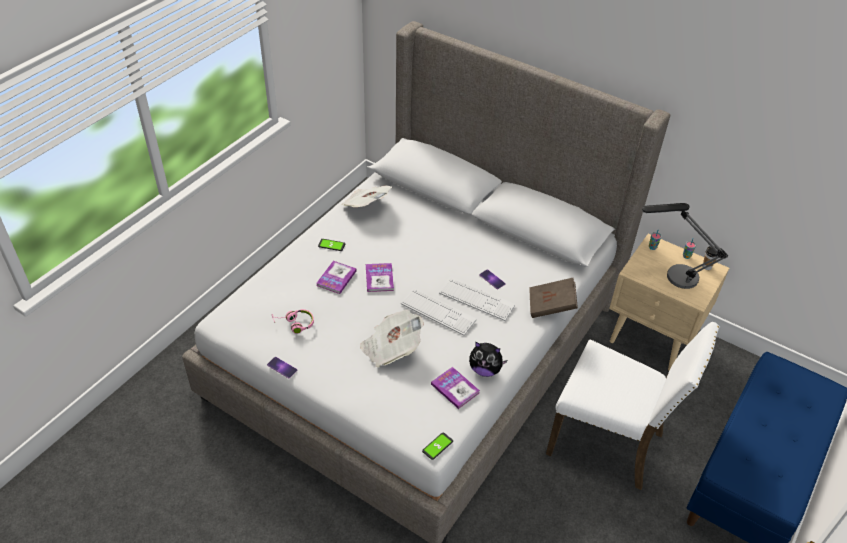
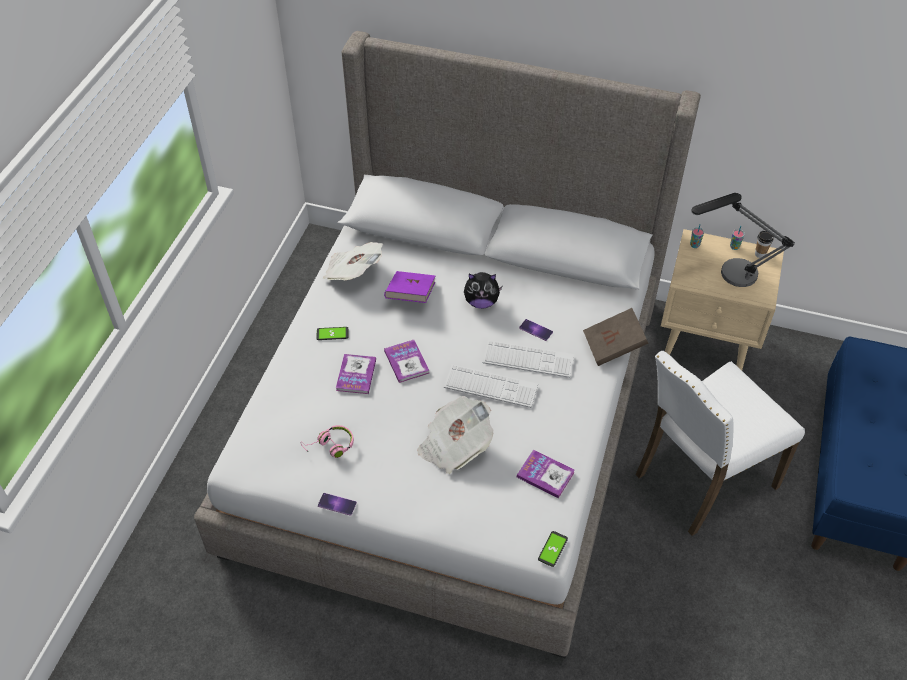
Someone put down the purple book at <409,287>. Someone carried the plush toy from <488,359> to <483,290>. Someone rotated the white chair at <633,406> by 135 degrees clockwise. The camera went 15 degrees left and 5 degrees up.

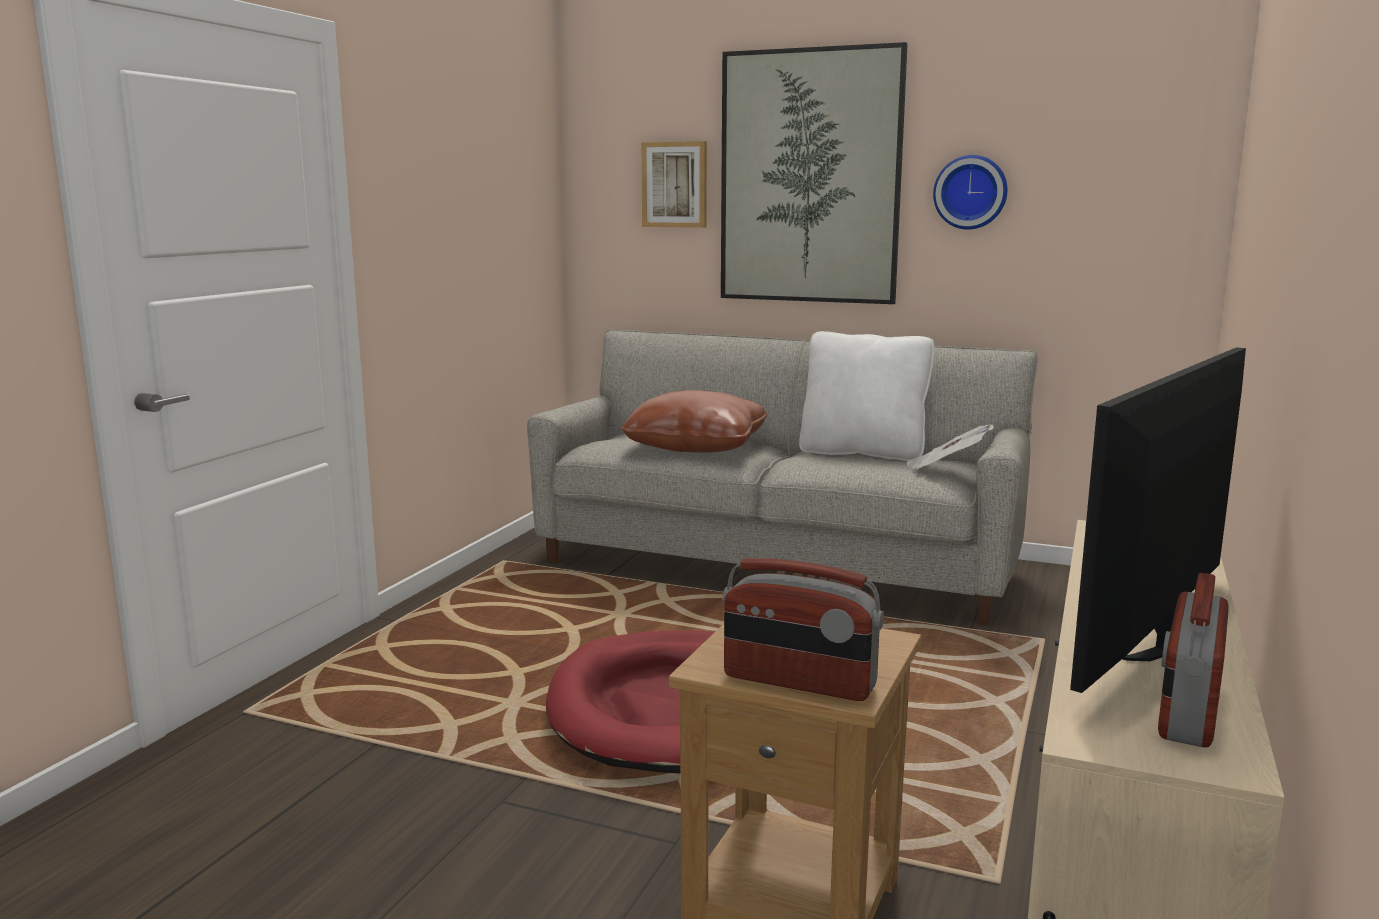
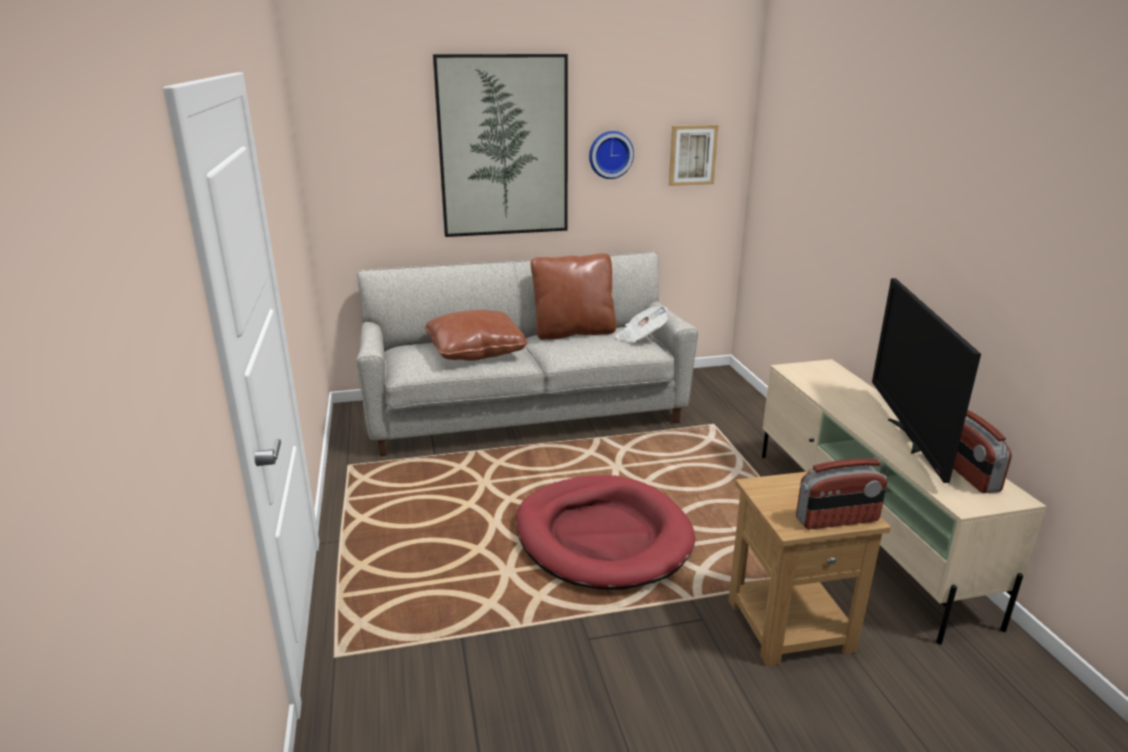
Someone repainted the white pillow at <866,396>, which became the brown pillow at <573,297>. Someone carried the picture from <674,184> to <694,155>. The camera went 35 degrees left and 10 degrees up.

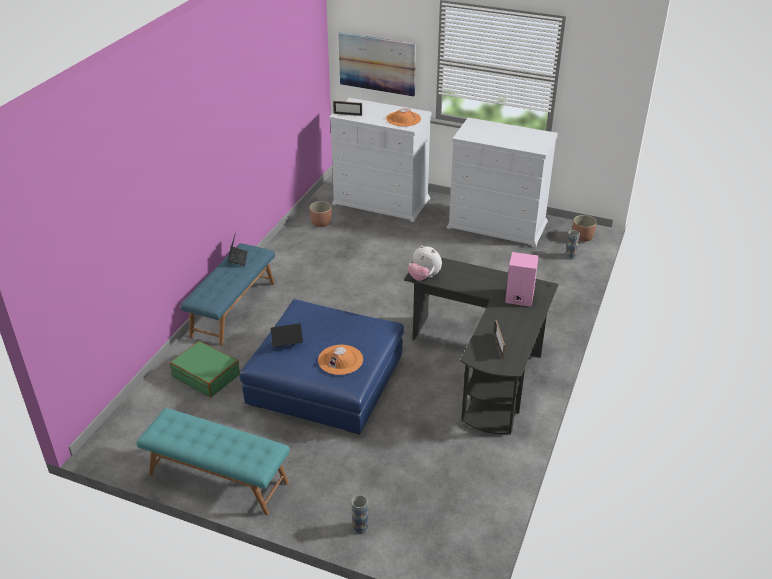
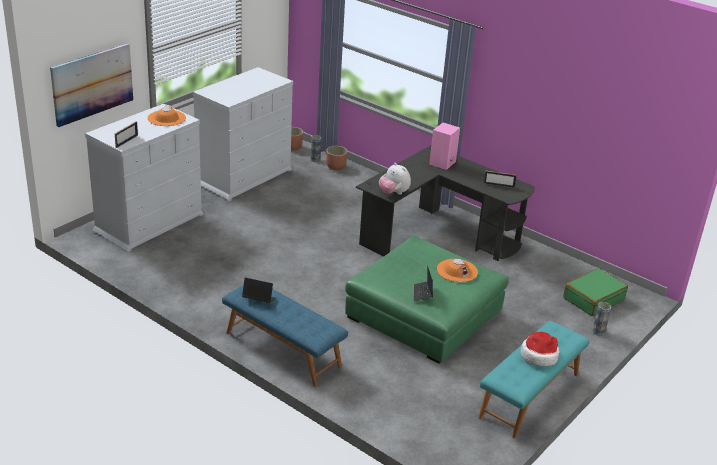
Someone carried the planter from <320,214> to <337,158>. Someone repainted the blue ottoman at <321,367>, which became the green ottoman at <426,300>. Someone rotated the plush toy at <425,263> by 90 degrees clockwise. Someone put down the hat at <540,349>. Someone carried the green suitcase from <205,369> to <595,292>. The camera went 75 degrees left and 5 degrees down.

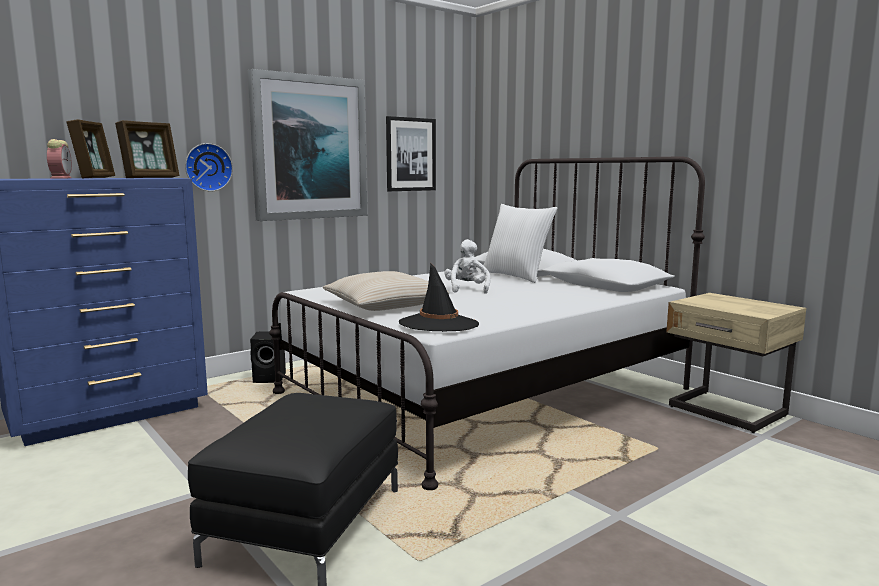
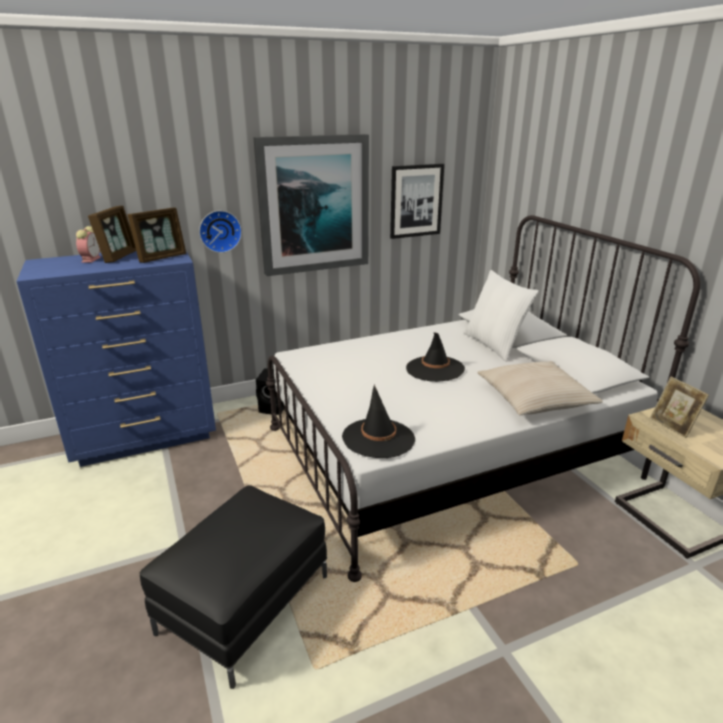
Someone swapped the white plush toy at <467,266> for the black hat at <435,357>. Someone carried the beige pillow from <386,291> to <540,388>. Someone put down the picture frame at <679,407>. The camera went 15 degrees right and 15 degrees up.

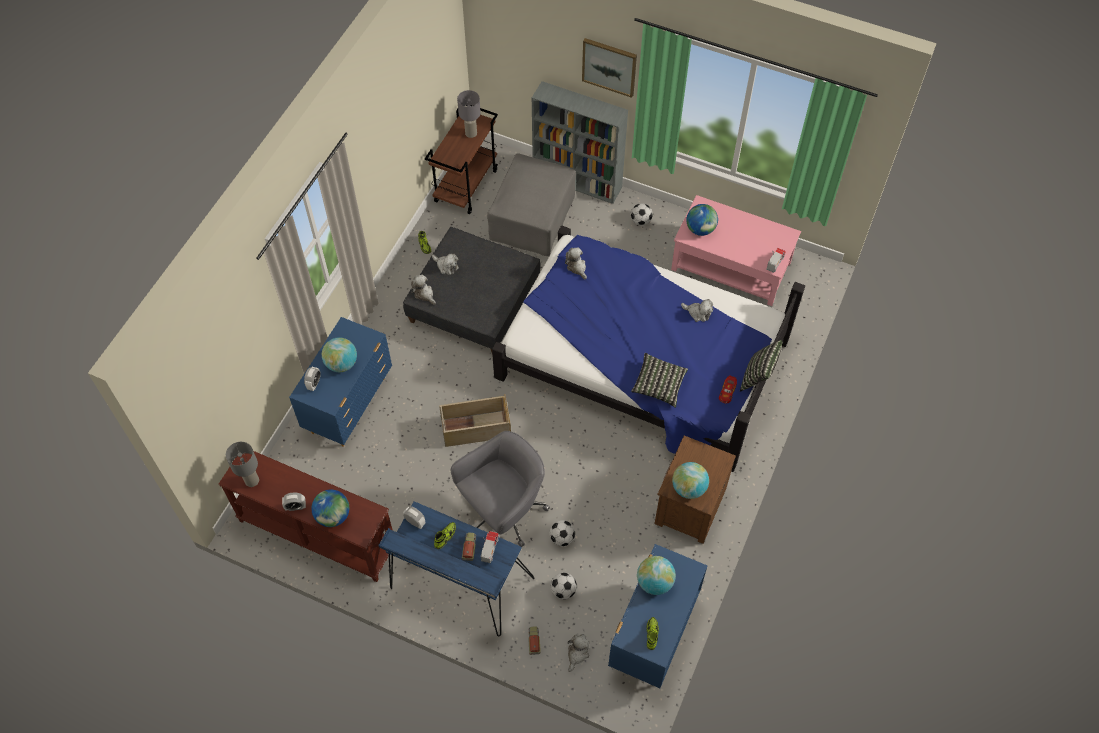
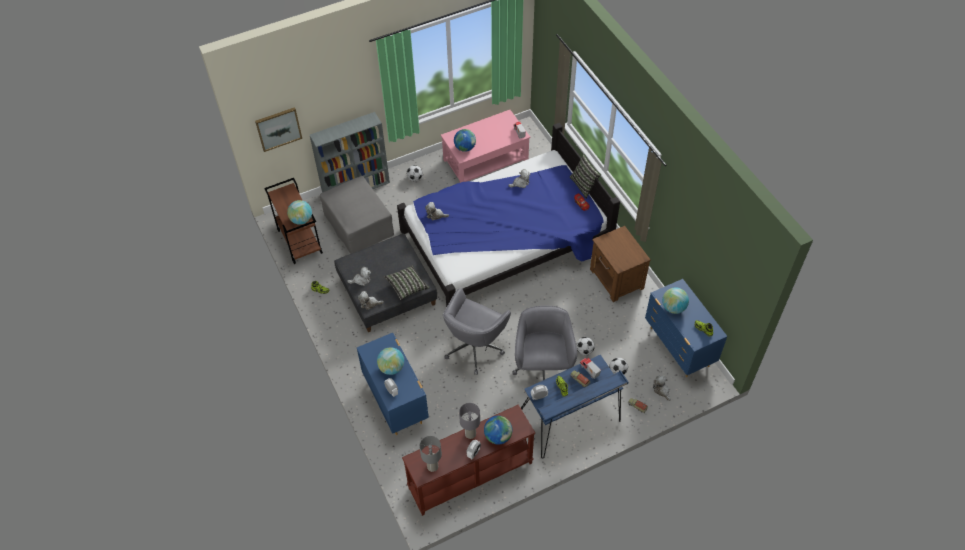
Someone carried the picture from <609,68> to <278,129>. Someone carried the globe from <690,480> to <299,212>. Someone carried the pillow from <659,380> to <406,282>. Someone swapped the beige storage box at <475,420> for the grey office chair at <477,331>. Someone carried the grey table lamp from <469,114> to <469,421>. The camera went 50 degrees left and 5 degrees down.

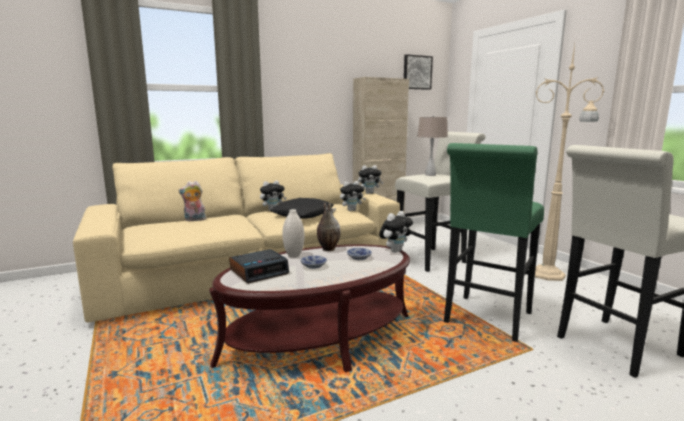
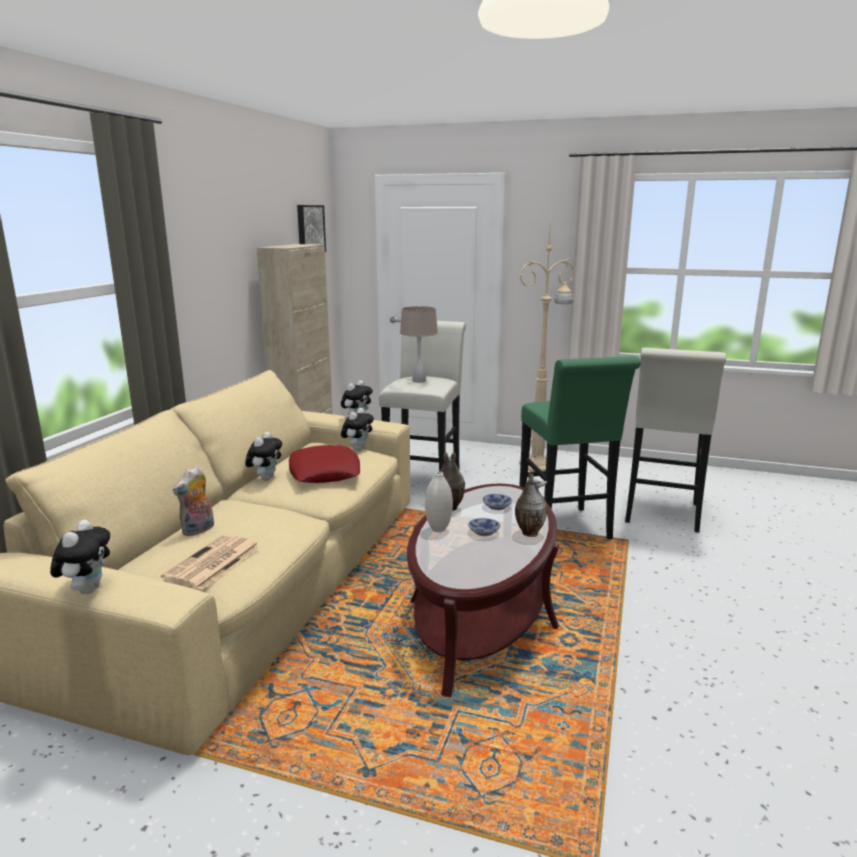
Someone carried the plush toy from <396,232> to <80,557>. Someone put down the newspaper at <210,562>. Someone repainted the black pillow at <302,208>, which became the red pillow at <324,464>. Someone put down the vase at <531,504>. Someone took away the alarm clock at <259,266>. The camera went 45 degrees left and 5 degrees up.

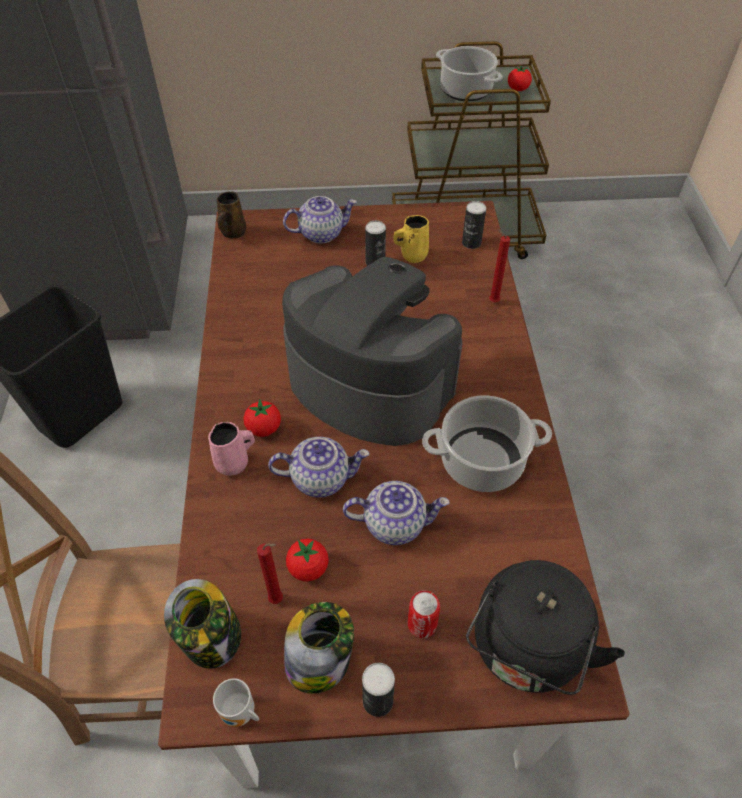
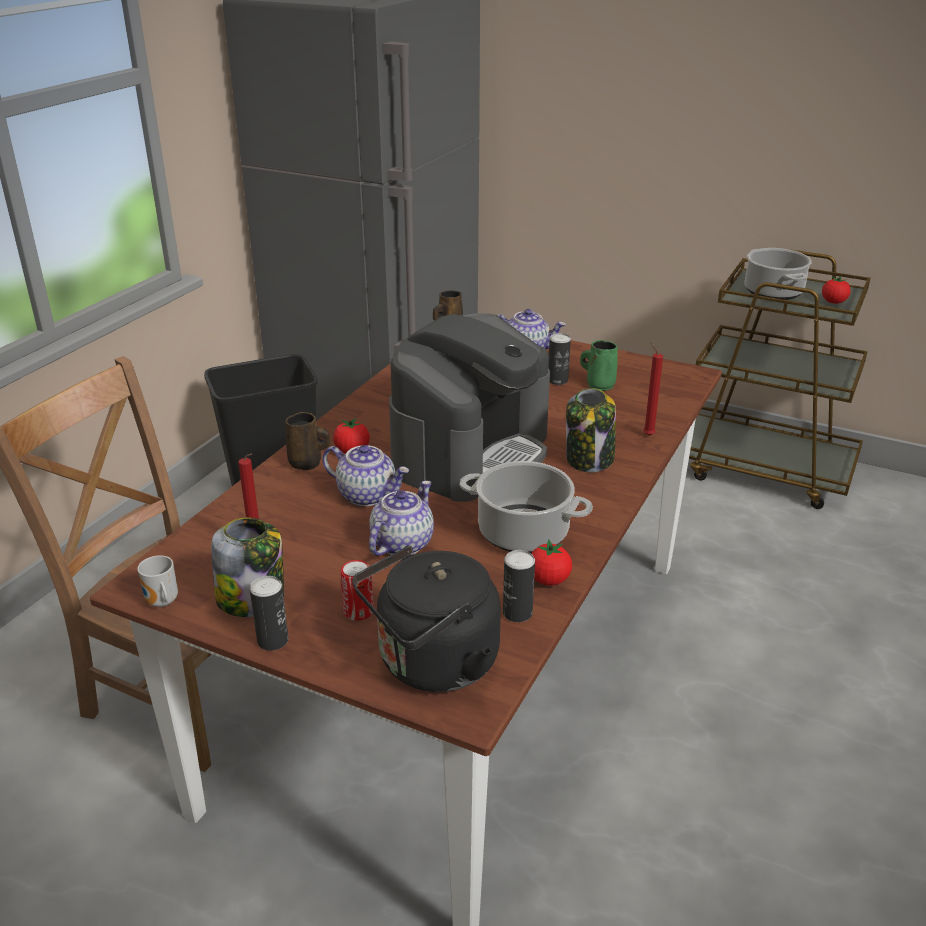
Someone repainted the pink mug at <231,448>, which became the brown mug at <308,441>. Someone rotated the teapot at <396,513> by 90 degrees counterclockwise. Someone rotated the coffee machine at <372,351> by 60 degrees clockwise. Someone carried the can from <474,225> to <519,586>. Someone carried the tomato from <307,560> to <551,562>. Someone carried the jar from <202,624> to <591,430>. Someone repainted the yellow mug at <411,239>, which became the green mug at <599,365>. The camera went 30 degrees right and 20 degrees down.

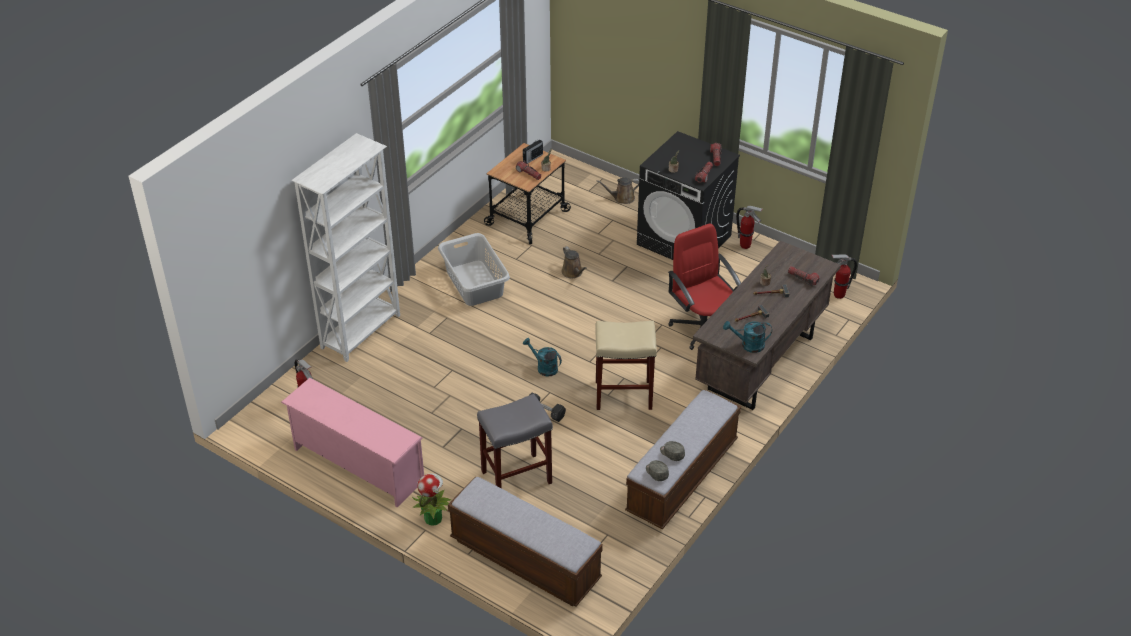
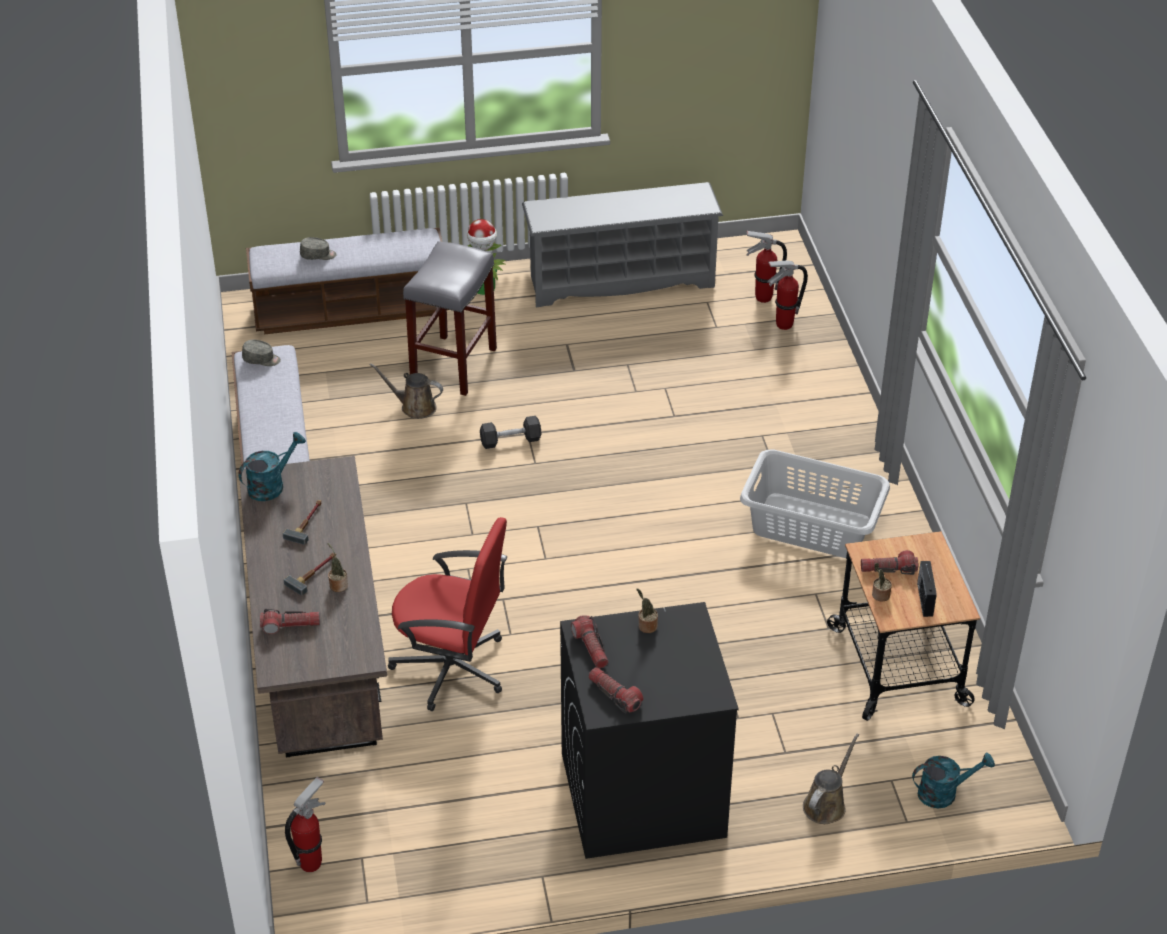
Someone carried the grey cap from <672,451> to <318,248>. Someone carried the brown watering can from <574,262> to <406,391>. Someone repainted the pink shoe rack at <352,442>, which became the grey shoe rack at <622,244>. Someone carried the fire extinguisher from <749,227> to <788,295>. Someone carried the turquoise watering can from <542,357> to <953,781>. Someone took away the white bookcase at <345,247>. Someone took away the beige stool at <626,365>. The camera went 135 degrees right and 0 degrees up.

